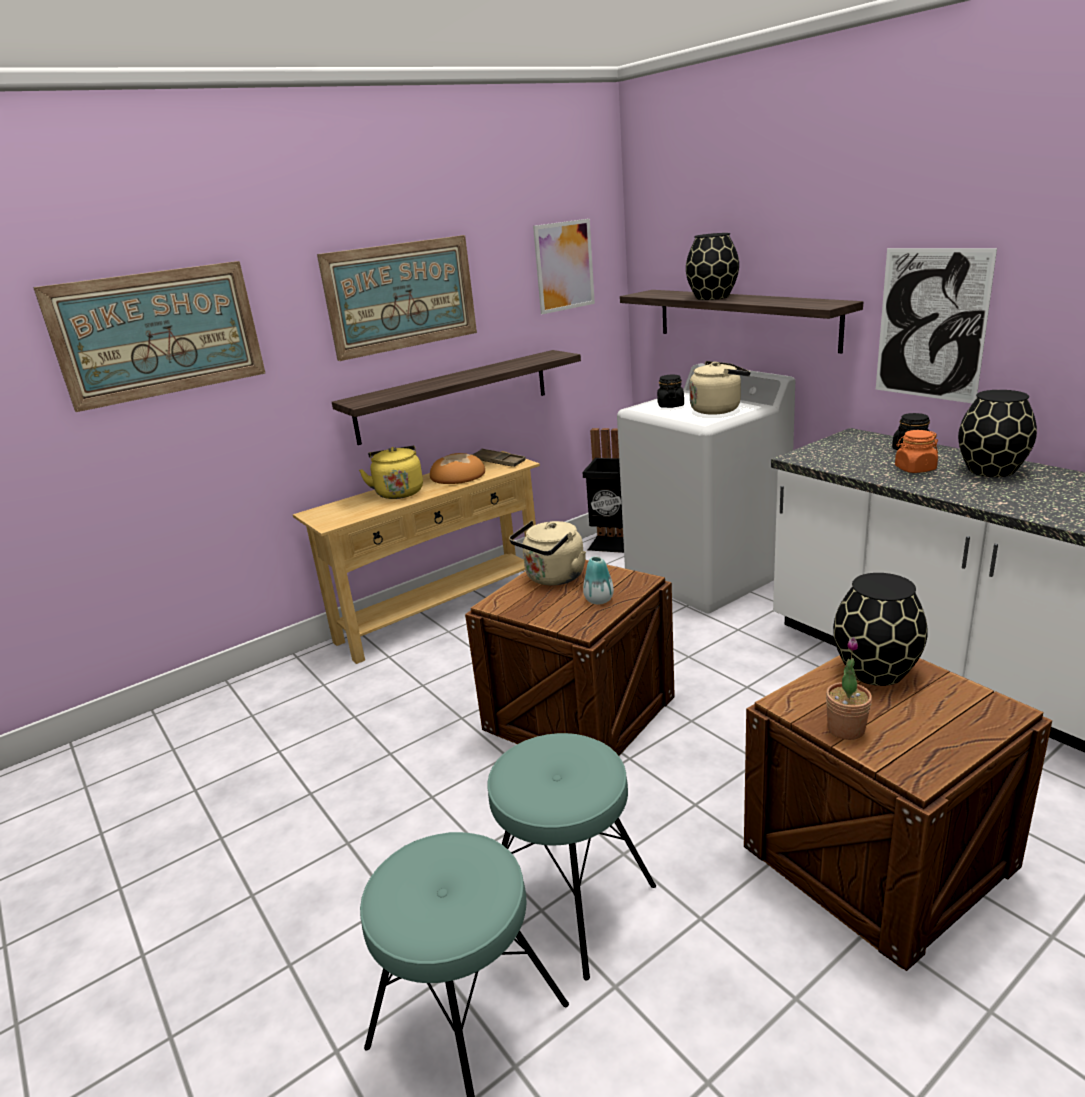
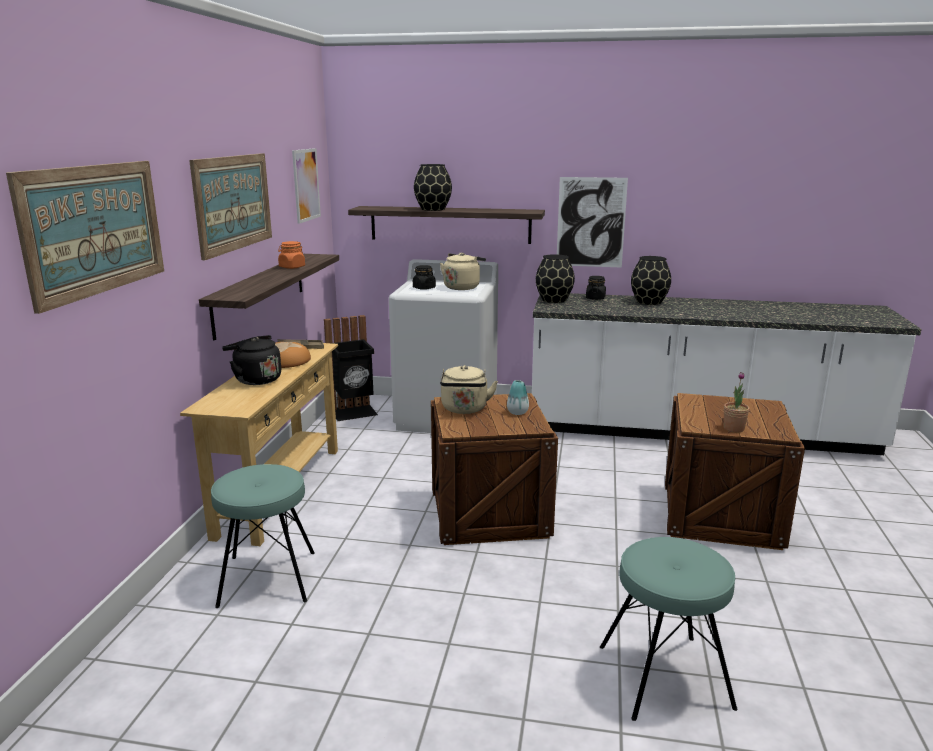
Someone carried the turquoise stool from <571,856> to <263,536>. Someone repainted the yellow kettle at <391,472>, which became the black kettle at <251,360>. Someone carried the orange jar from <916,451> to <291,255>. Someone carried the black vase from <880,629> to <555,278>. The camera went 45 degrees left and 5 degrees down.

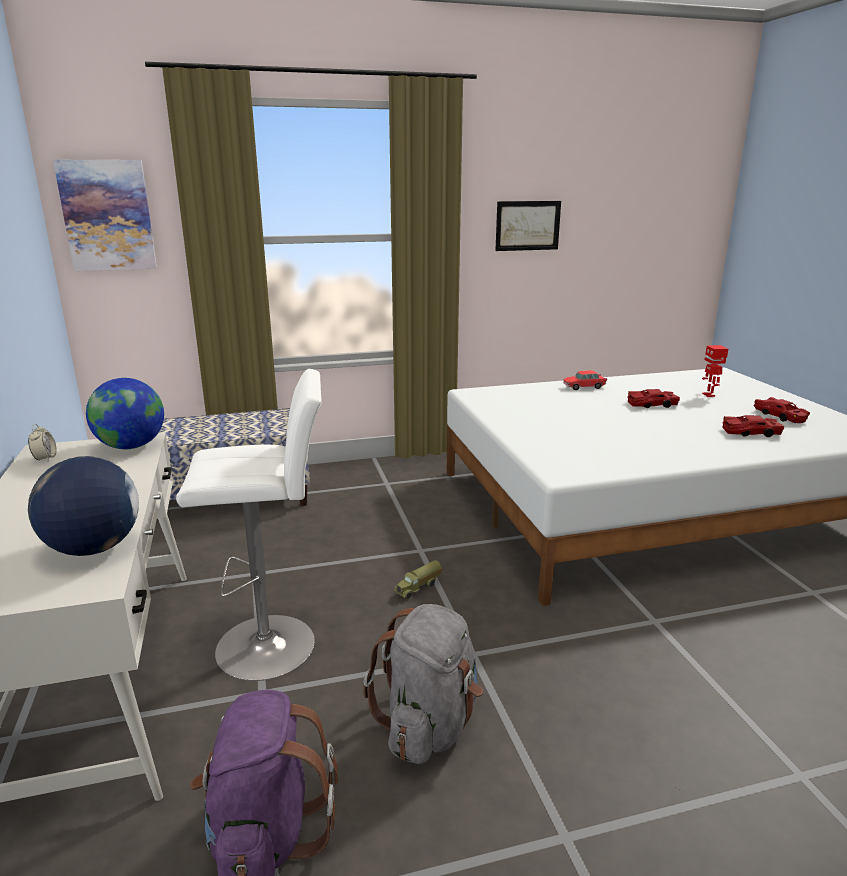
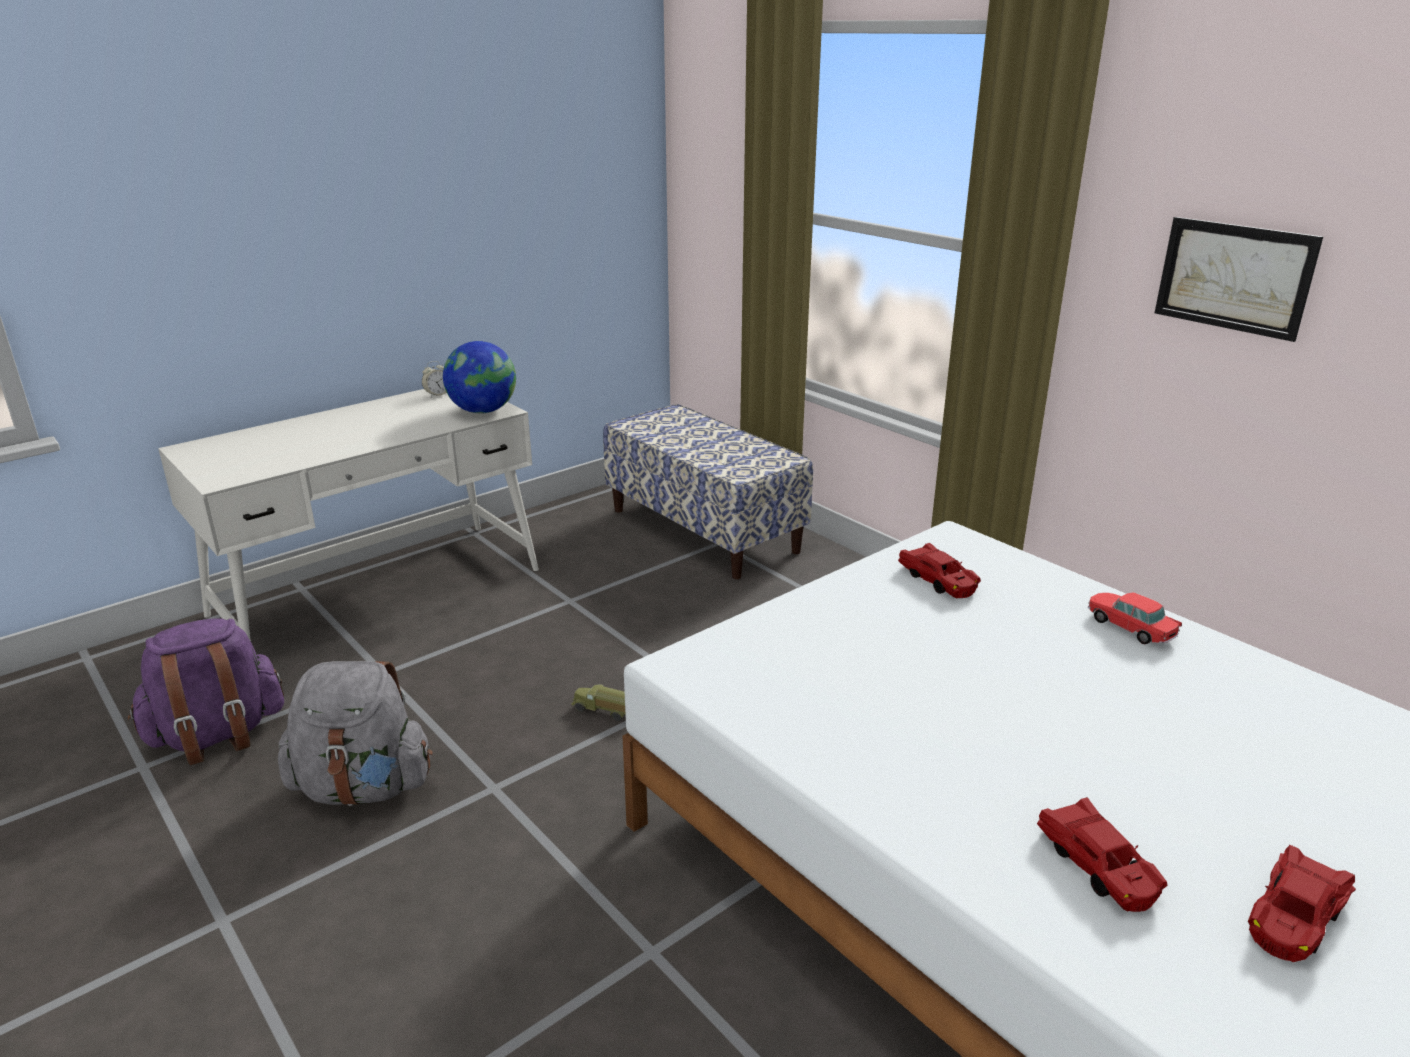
Someone carried the red toy car from <653,398> to <939,570>. Someone took away the globe at <83,506>. Someone took away the picture at <105,215>. Someone took away the white stool at <249,525>. Someone took away the toy robot at <715,371>. The camera went 65 degrees right and 5 degrees up.

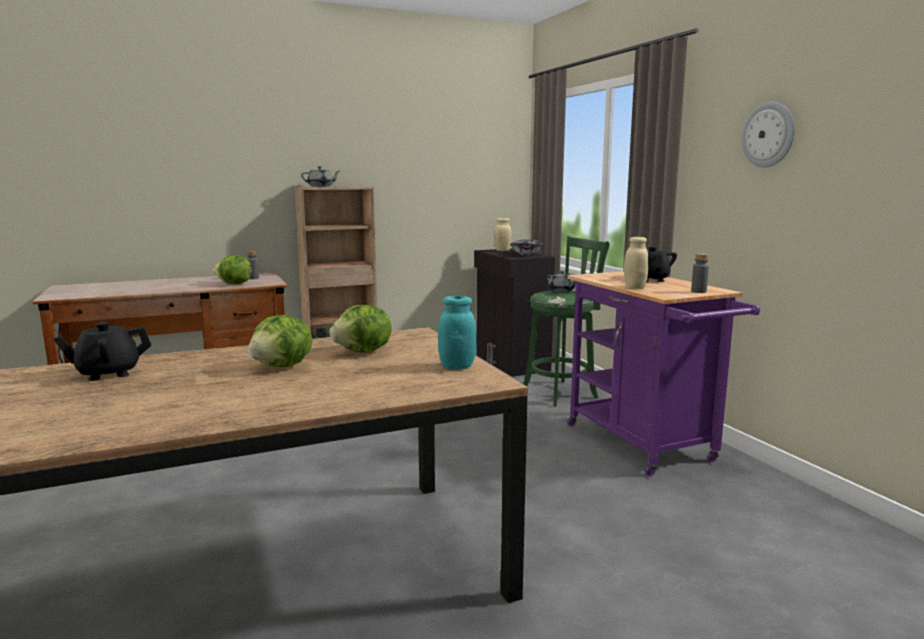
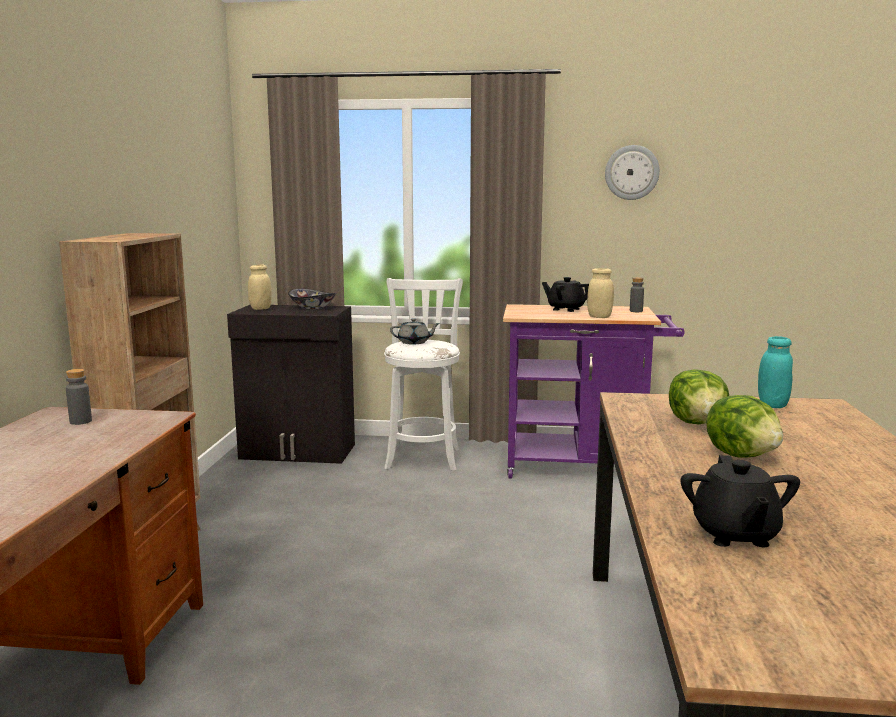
Someone repainted the green stool at <566,321>, which became the white stool at <423,374>. Someone took away the lettuce at <232,269>. Someone took away the grey teapot at <320,176>. The camera went 60 degrees left and 0 degrees up.

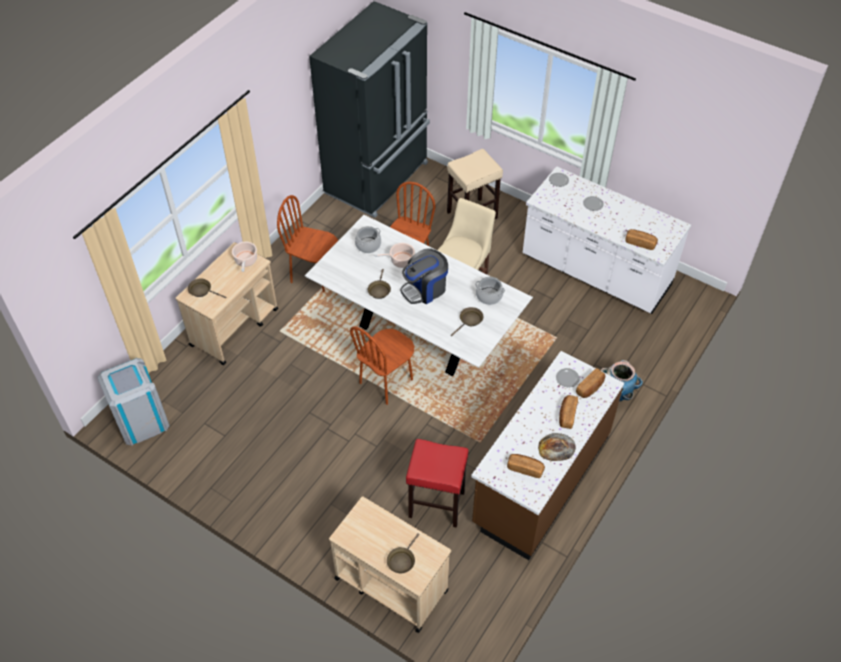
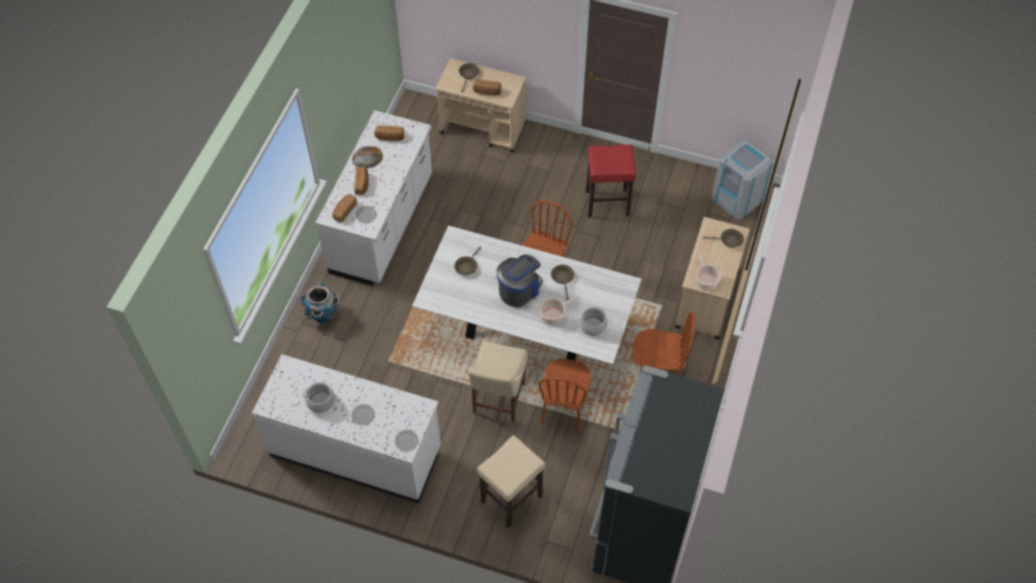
Someone carried the cooking pot from <490,290> to <319,398>. Someone repainted the brown counter at <547,455>, which became the white counter at <374,198>. Someone carried the bread from <641,239> to <487,87>. Someone carried the red stool from <437,483> to <611,181>. The camera went 165 degrees right and 5 degrees up.

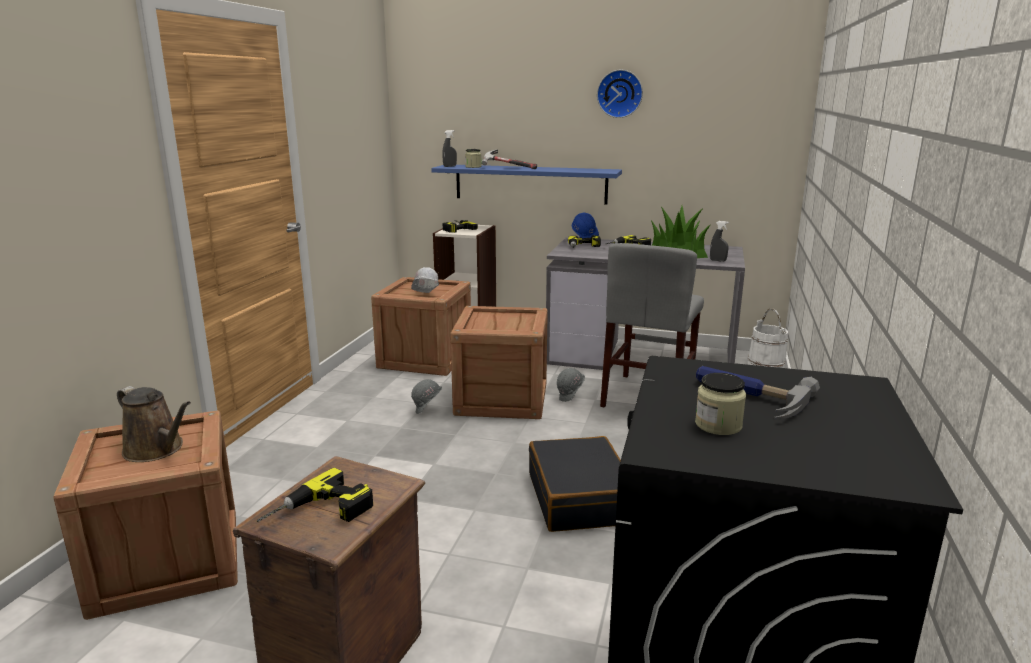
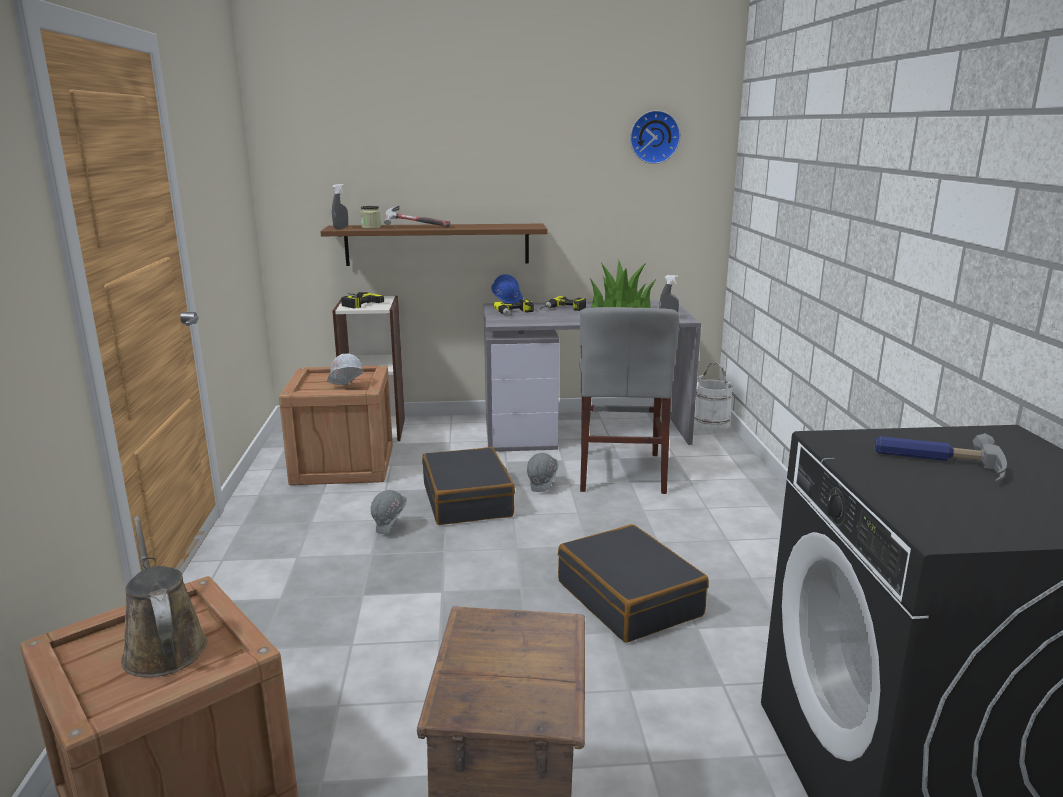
Someone rotated the brown watering can at <154,424> by 135 degrees counterclockwise. Someone repainted the blue shelf at <526,185>, which became the brown shelf at <434,245>. Someone swapped the crate at <499,362> for the black suitcase at <468,486>. Someone carried the wall clock from <620,94> to <655,137>. Someone took away the power drill at <315,495>. Someone took away the jar at <720,404>. The camera went 20 degrees left and 0 degrees up.

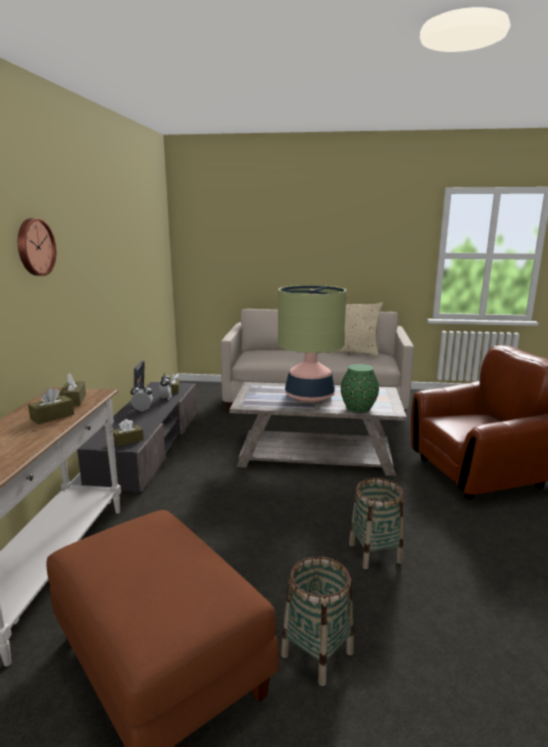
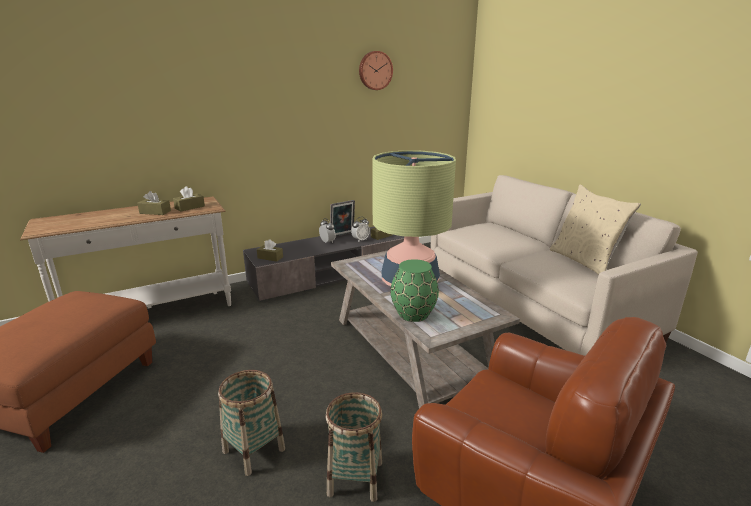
Someone carried the basket from <317,621> to <354,447>. Someone carried the wall clock from <37,247> to <376,70>. The camera went 55 degrees right and 5 degrees up.

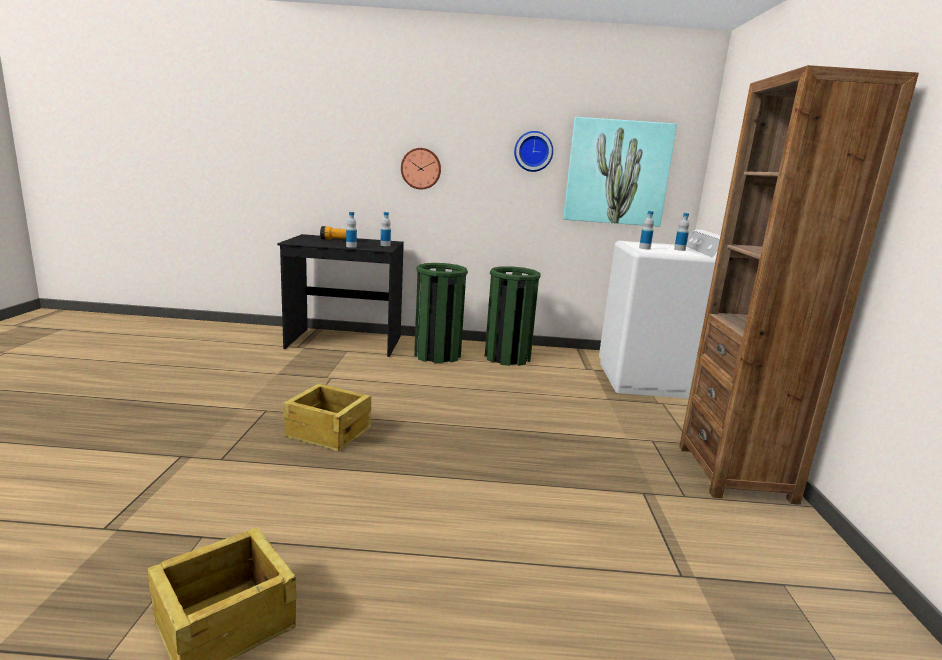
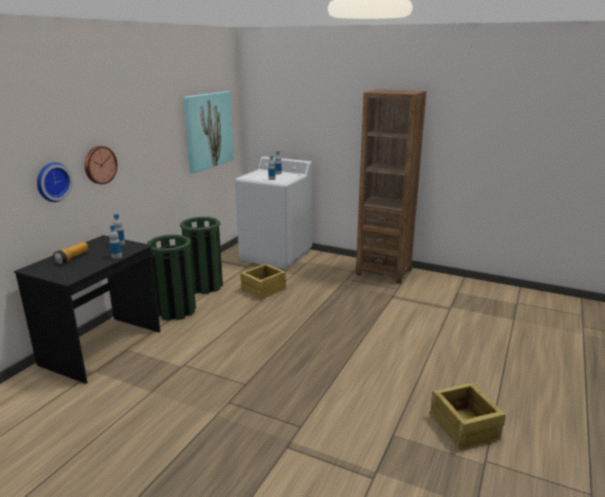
Someone carried the wall clock from <533,151> to <55,182>. Someone carried the crate from <327,417> to <263,281>. The camera went 65 degrees left and 5 degrees up.

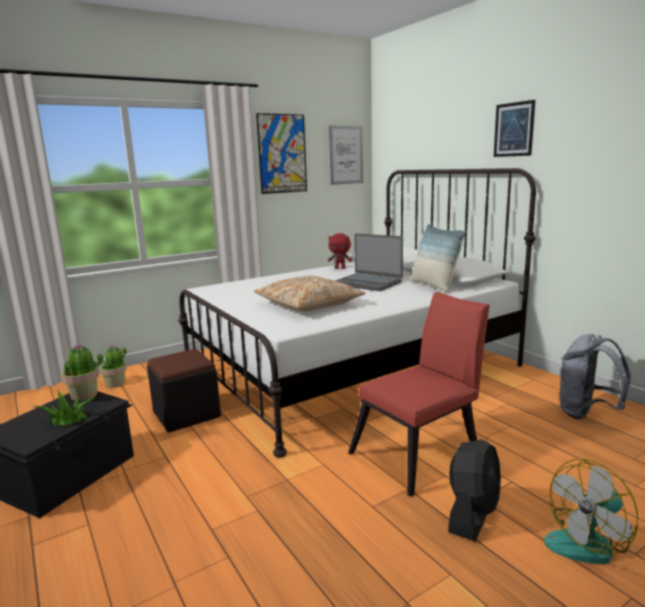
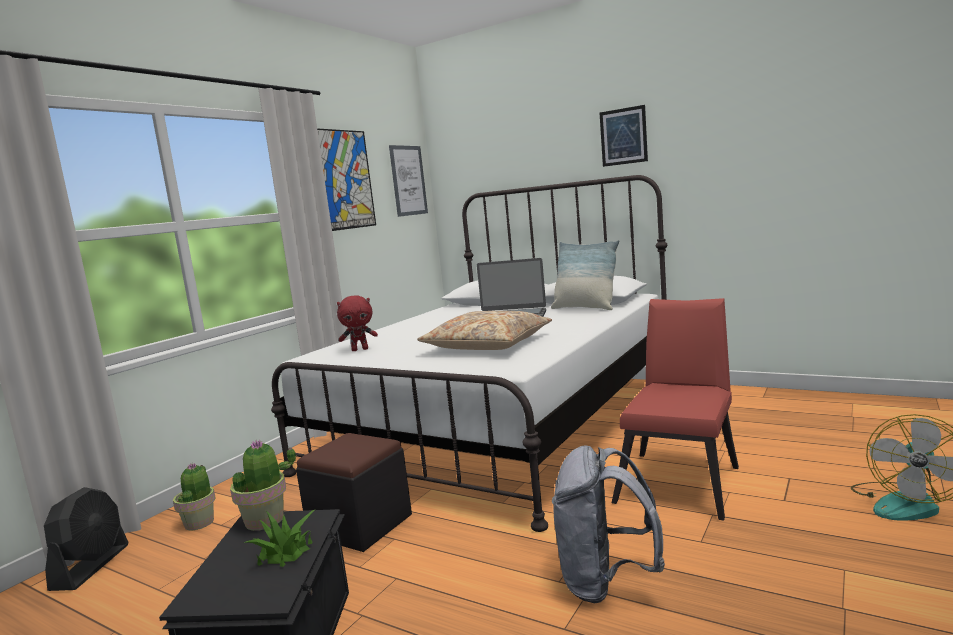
Someone carried the black fan from <474,491> to <86,539>. Someone carried the red plush toy from <340,251> to <357,323>. Someone carried the grey backpack from <595,376> to <608,524>. The camera went 25 degrees left and 5 degrees down.

